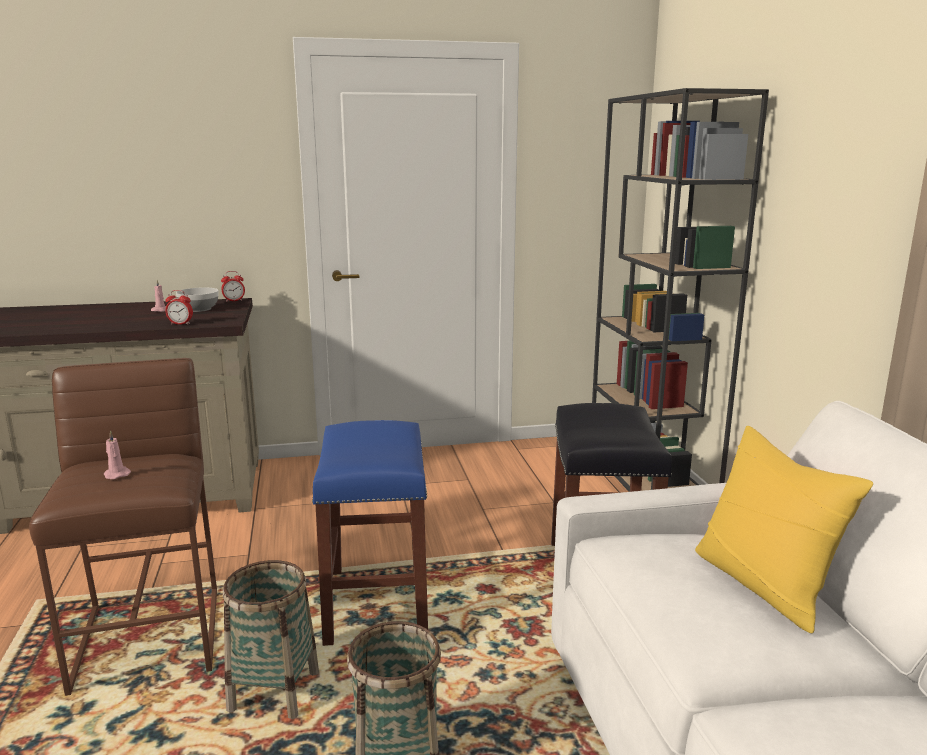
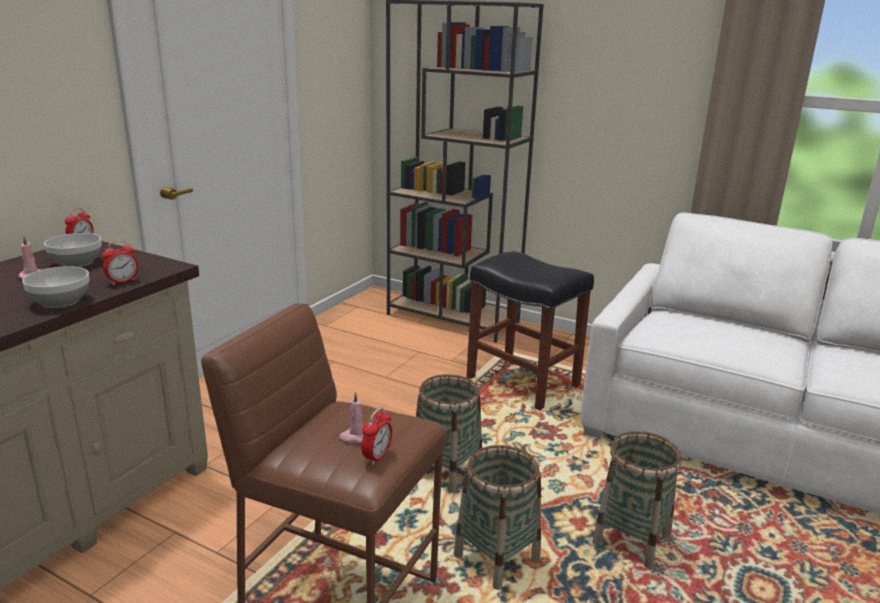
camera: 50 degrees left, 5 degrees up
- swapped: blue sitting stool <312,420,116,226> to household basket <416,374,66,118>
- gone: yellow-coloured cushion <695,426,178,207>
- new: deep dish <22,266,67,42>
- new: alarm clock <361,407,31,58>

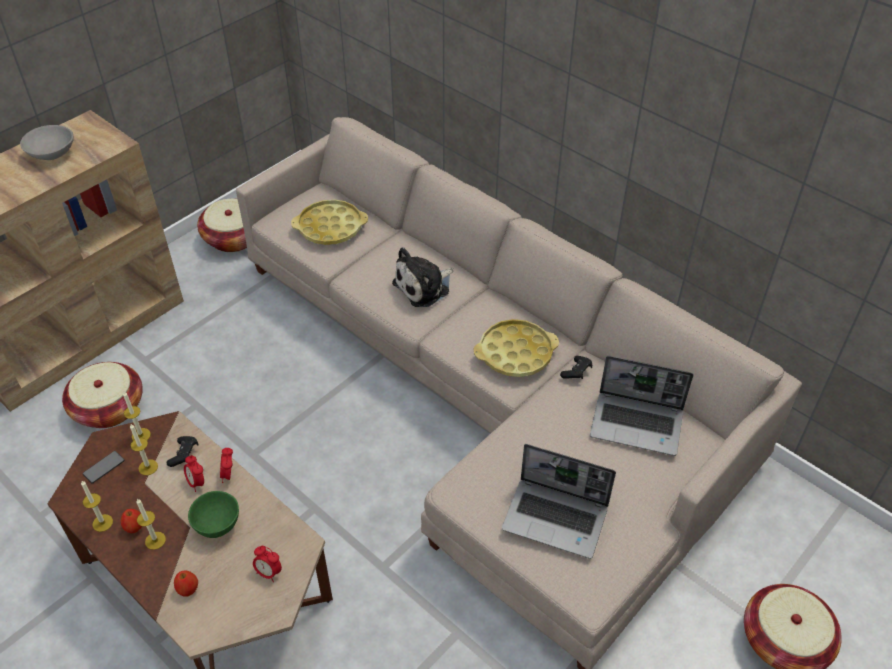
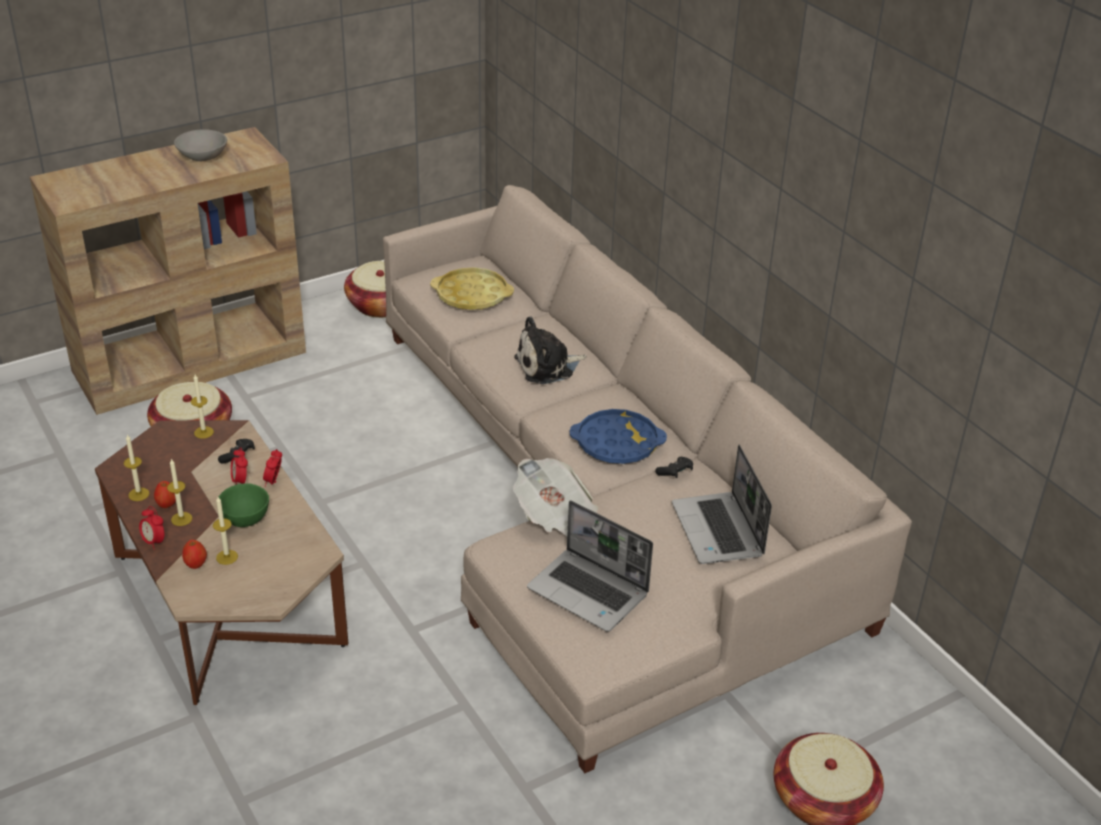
camera: 15 degrees right, 10 degrees down
- gone: handset <83,451,42,32>
- shifted: wax candle <130,424,28,51> to <213,497,25,68>
- shifted: alarm clock <253,546,29,36> to <139,506,25,44>
- repainted: yellow-coloured carrying tray <474,319,85,58> to blue carrying tray <570,409,97,55>
- rotated: portable computer <590,356,104,100> = <672,445,100,119> 45 degrees clockwise
- new: daily paper <513,458,85,78>

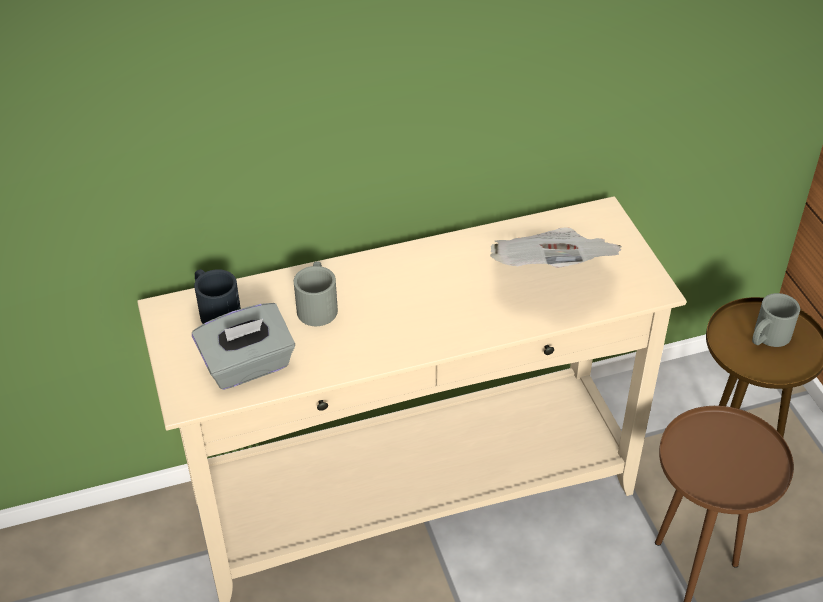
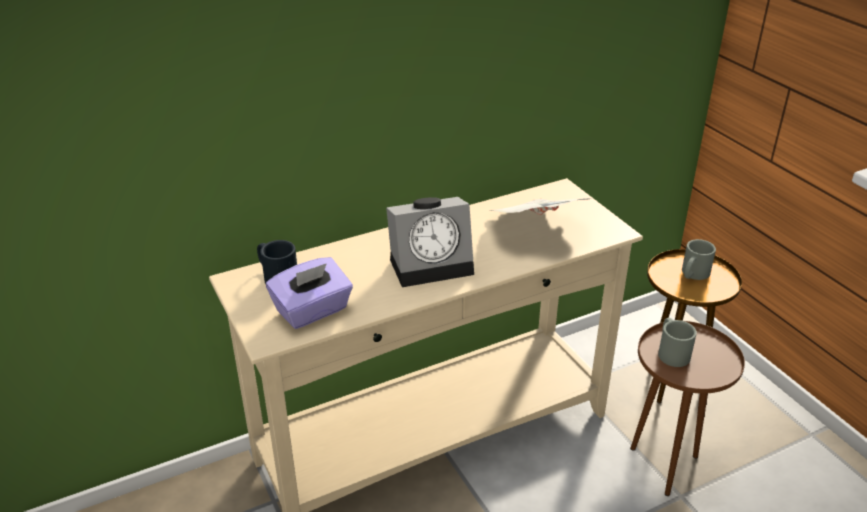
camera: 10 degrees left, 10 degrees down
- repainted: gray tissue holder <192,303,103,87> to purple tissue holder <266,257,87,72>
- shifted: gray tea mug <293,261,45,65> to <658,318,39,49>
- new: alarm clock <386,197,88,90>

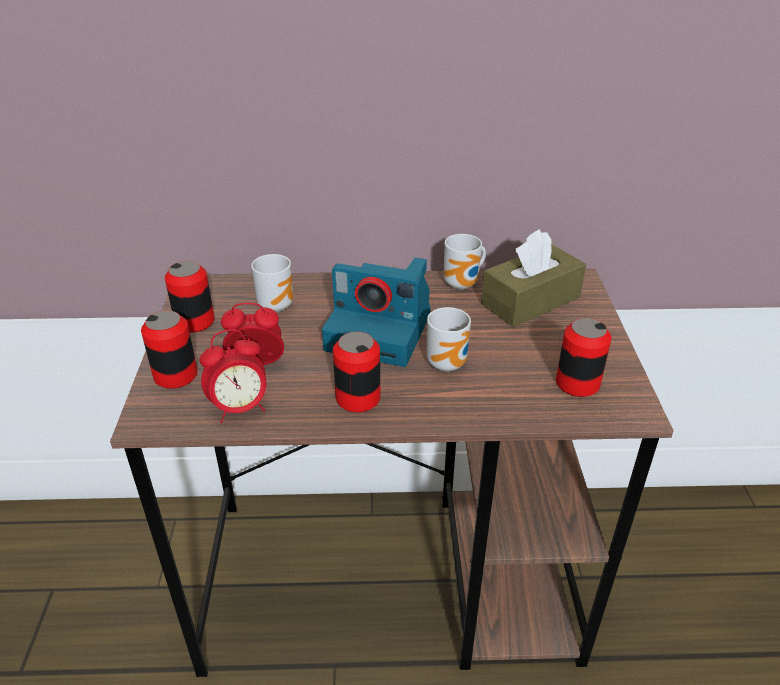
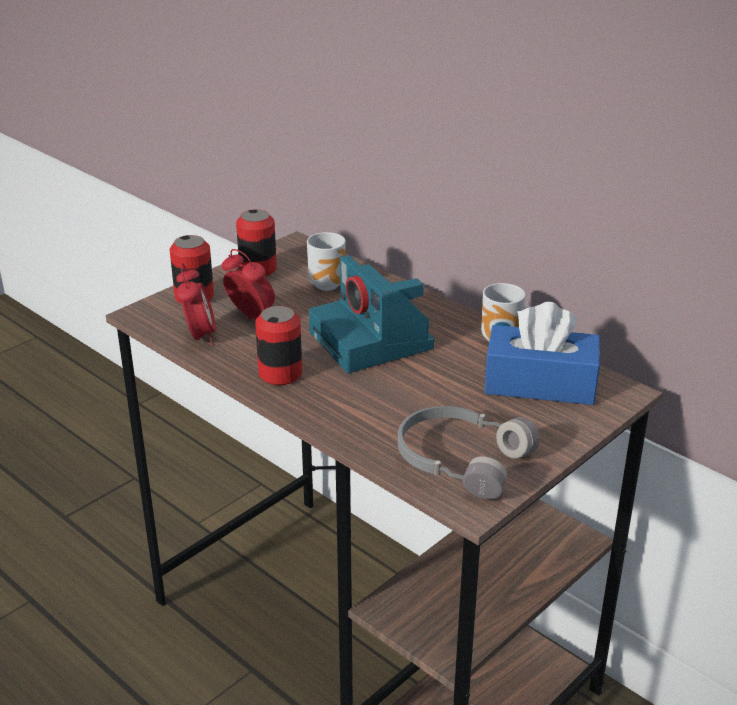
camera: 45 degrees right, 5 degrees down
- rotated: alarm clock <200,329,66,94> = <176,263,40,83> 120 degrees counterclockwise
- gone: tea mug <426,307,45,65>
- repainted: brown-coloured tissue holder <481,229,105,98> to blue tissue holder <485,302,115,103>
- swapped: can <556,318,55,79> to gray headset <398,406,142,94>

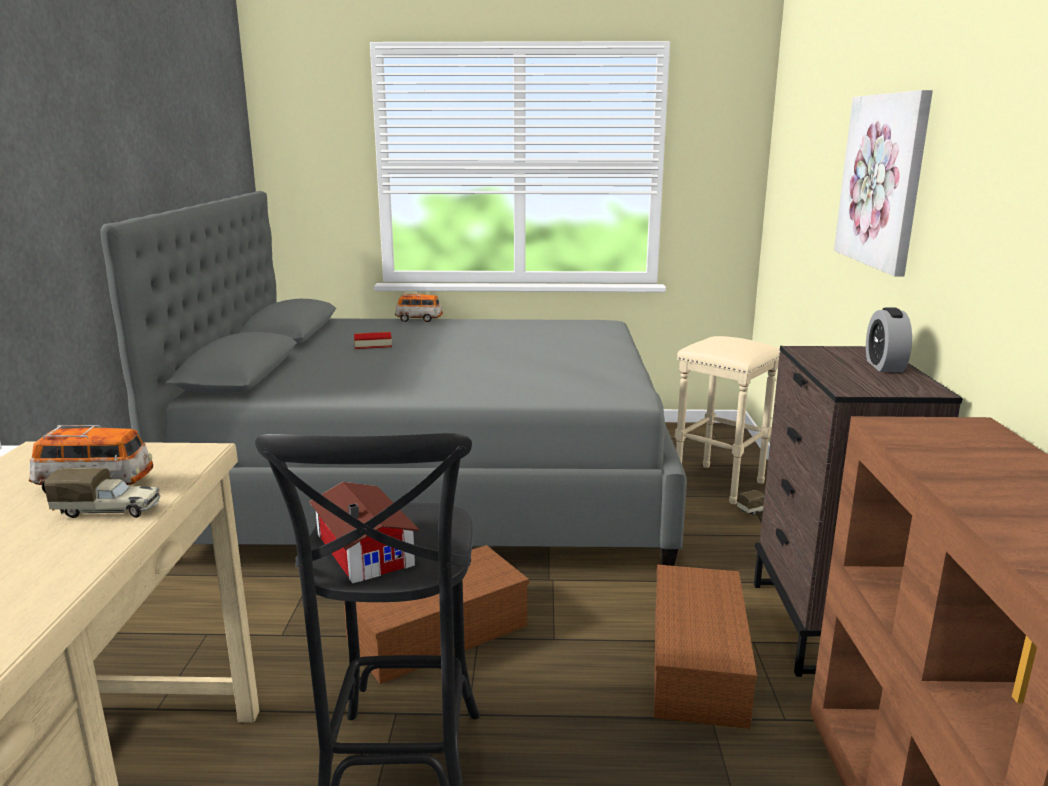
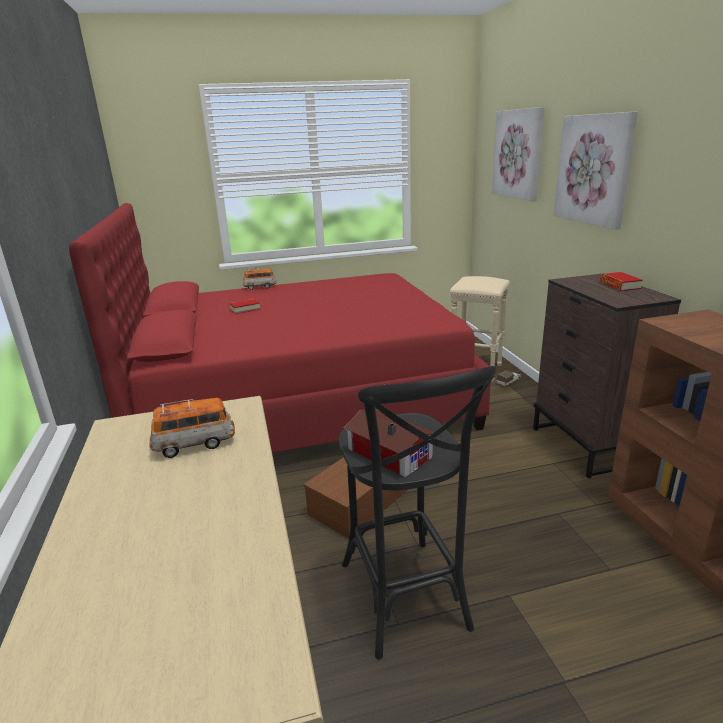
camera: 15 degrees left, 5 degrees up
- gone: model truck <44,468,117,50>
- repainted: gray sleeping bed <100,191,587,375> to red sleeping bed <69,203,422,250>
- gone: brown-coloured storage box <654,565,103,164>
- swapped: alarm clock <866,307,46,65> to book <600,272,43,19>
- new: wall picture <492,107,53,95>

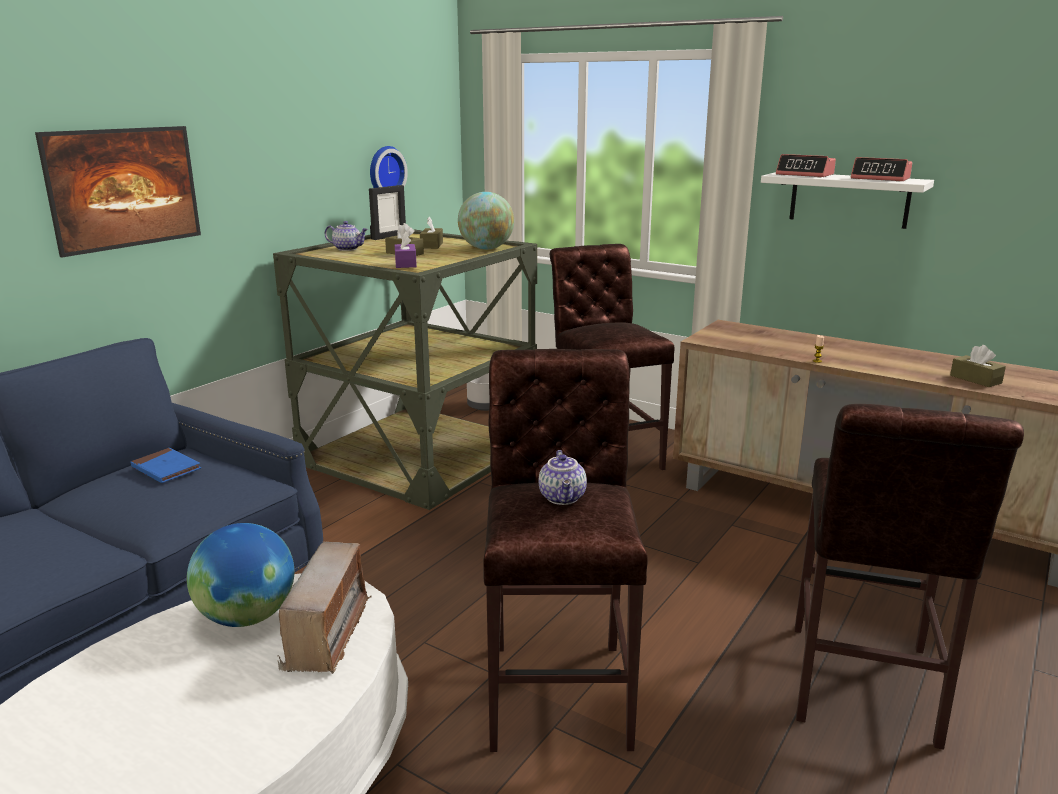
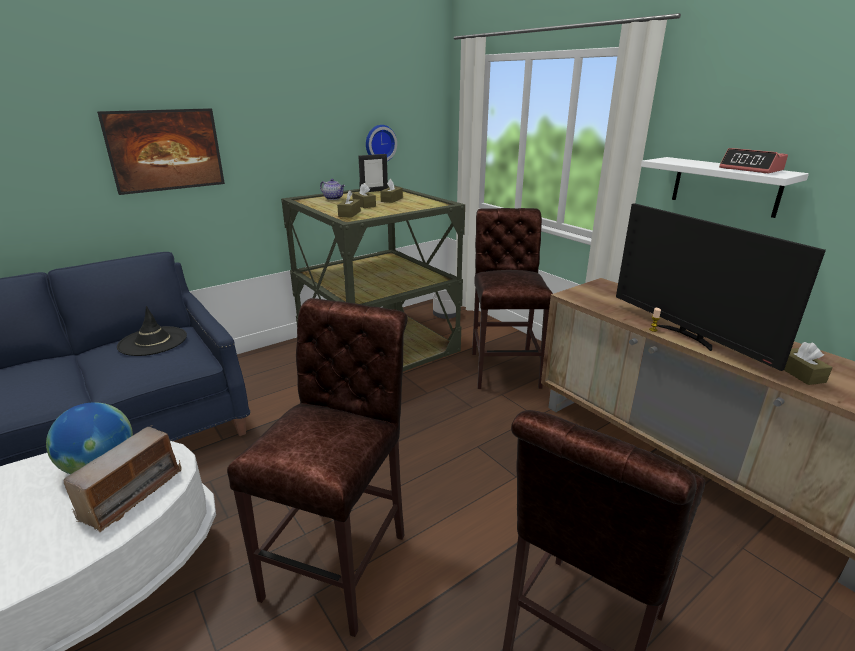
camera: 20 degrees right, 5 degrees up
- swapped: blue book <131,448,70,35> to black-coloured wearable hat <117,306,70,50>
- repainted: purple tissue holder <395,231,22,37> to brown-coloured tissue holder <337,190,24,28>
- gone: world globe <458,192,56,57>
- gone: tea pot <539,450,48,55>
- gone: alarm clock <776,154,60,23>
- new: television <616,203,210,168>

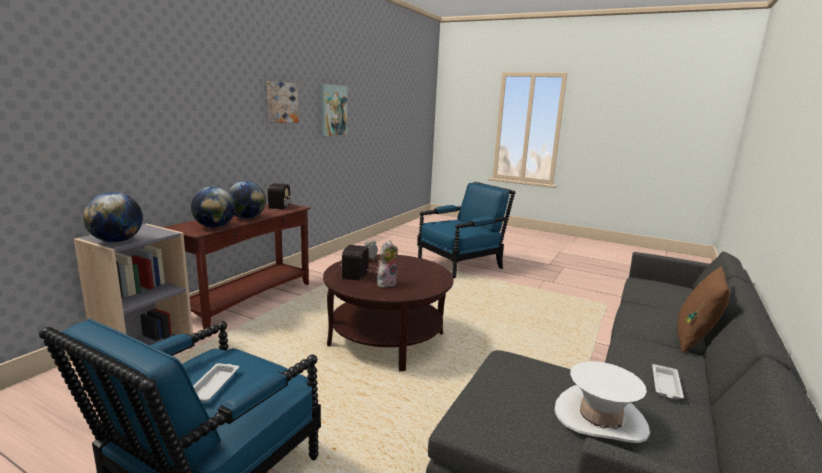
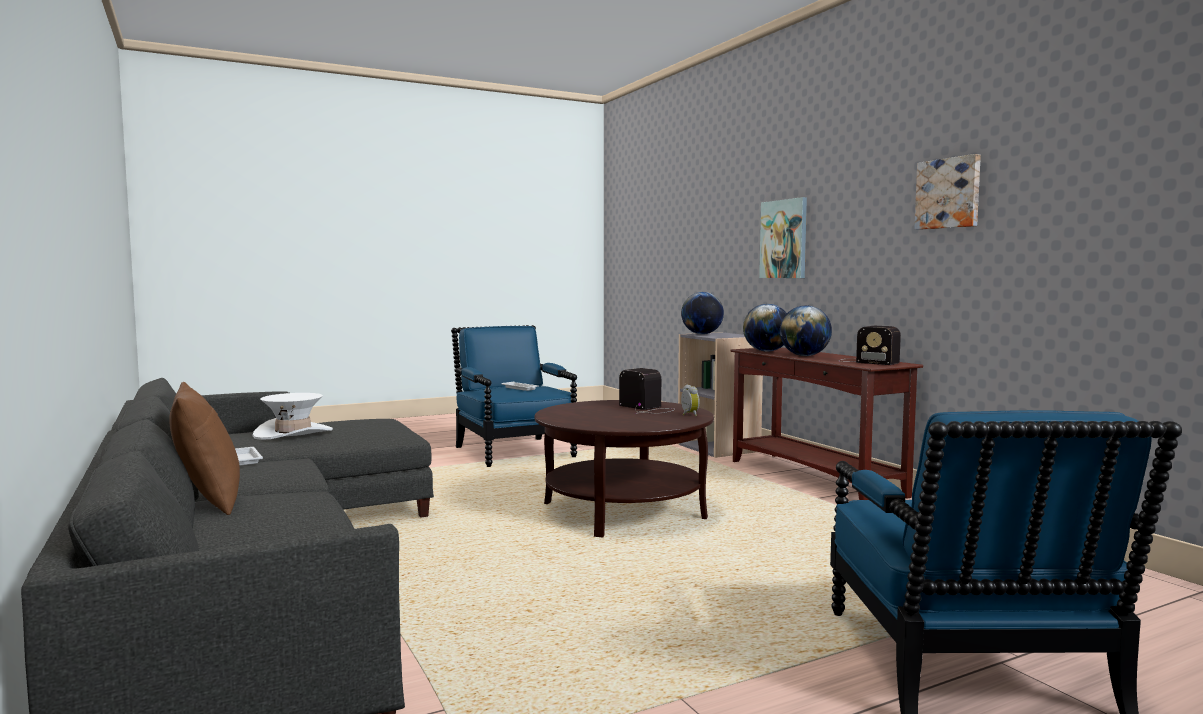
camera: 125 degrees right, 10 degrees down
- shifted: wall picture <320,84,27,52> to <759,197,48,81>
- gone: soft toy <377,240,21,48>

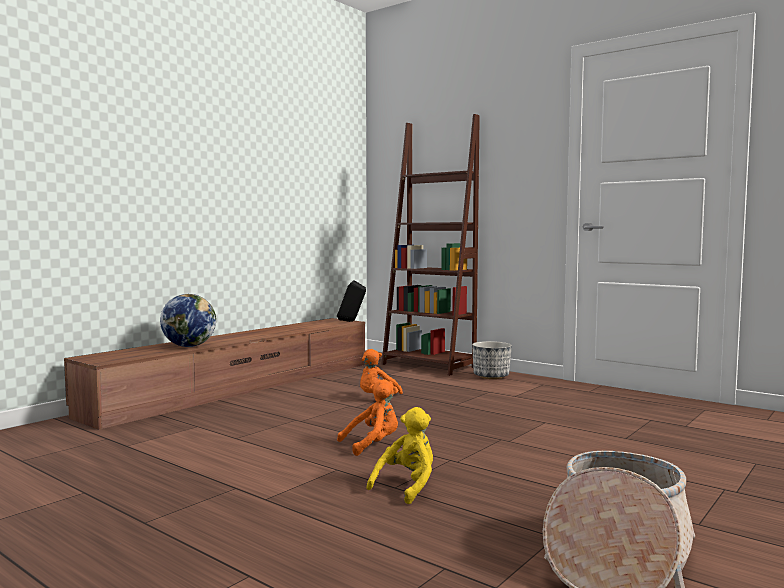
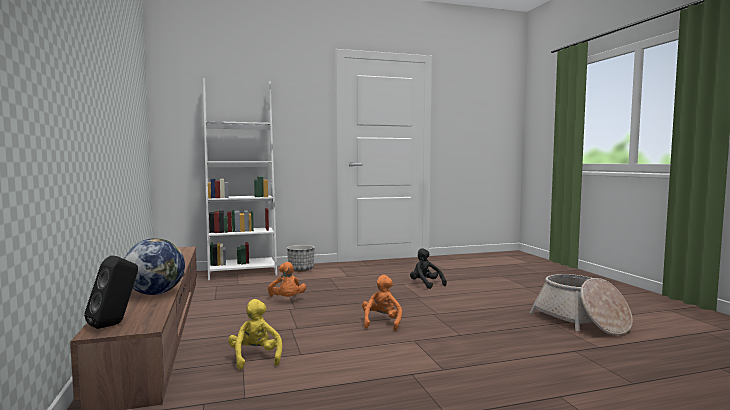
camera: 55 degrees left, 0 degrees up
- shifted: black-coloured speaker <337,280,29,42> to <84,256,54,73>
- shifted: yellow-coloured soft toy <367,407,66,97> to <228,299,54,70>
- repainted: brown-coloured shelving unit <381,114,99,262> to white-coloured shelving unit <203,78,74,202>
- new: black-coloured soft toy <410,248,37,41>

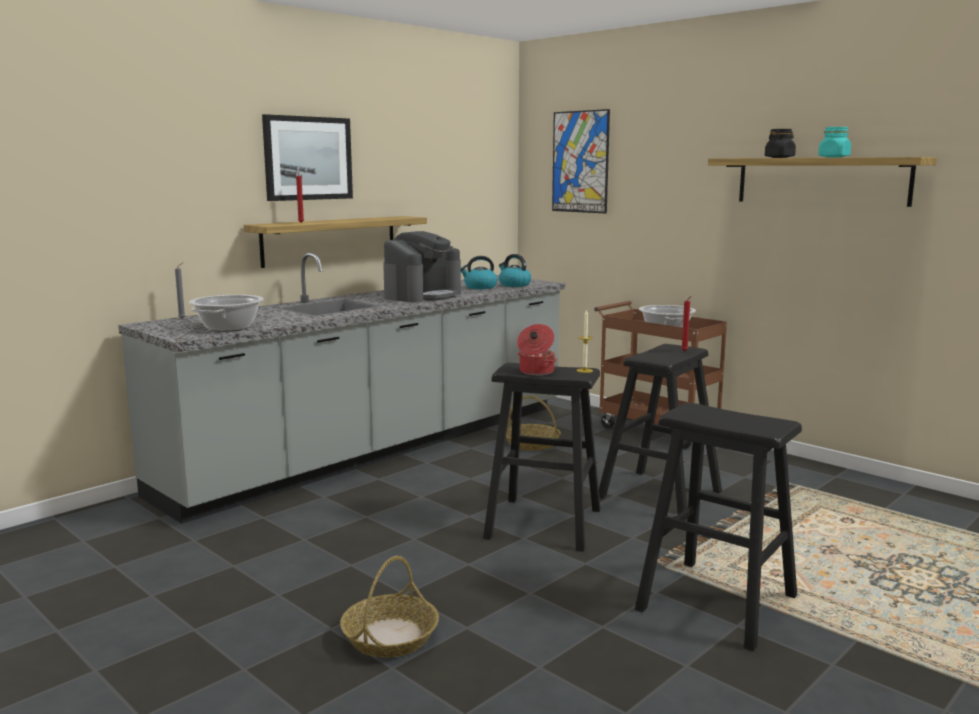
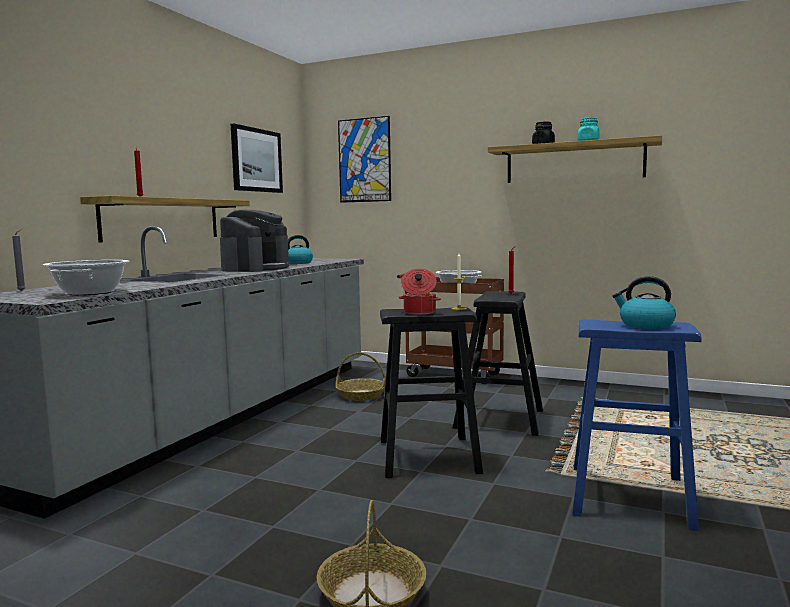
camera: 20 degrees left, 5 degrees down
- shifted: wall picture <262,114,91,87> to <231,124,52,69>
- shifted: tea kettle <499,254,32,33> to <612,276,64,53>
- repainted: black-coloured sitting stool <635,402,167,249> to blue sitting stool <572,319,129,212>

